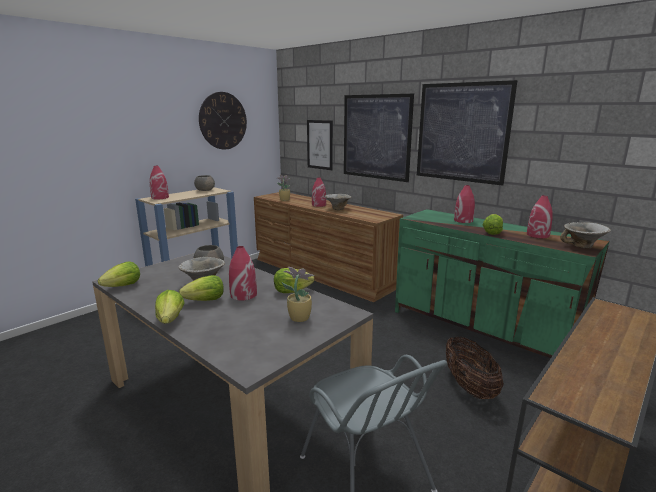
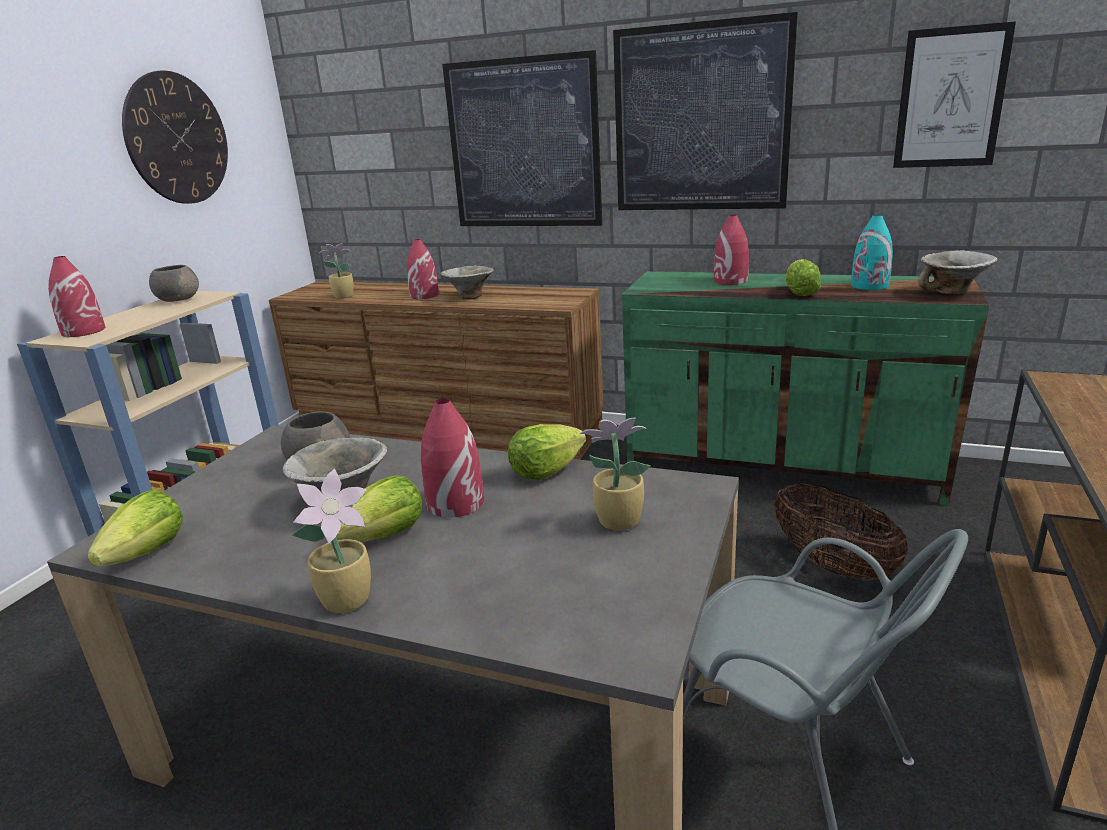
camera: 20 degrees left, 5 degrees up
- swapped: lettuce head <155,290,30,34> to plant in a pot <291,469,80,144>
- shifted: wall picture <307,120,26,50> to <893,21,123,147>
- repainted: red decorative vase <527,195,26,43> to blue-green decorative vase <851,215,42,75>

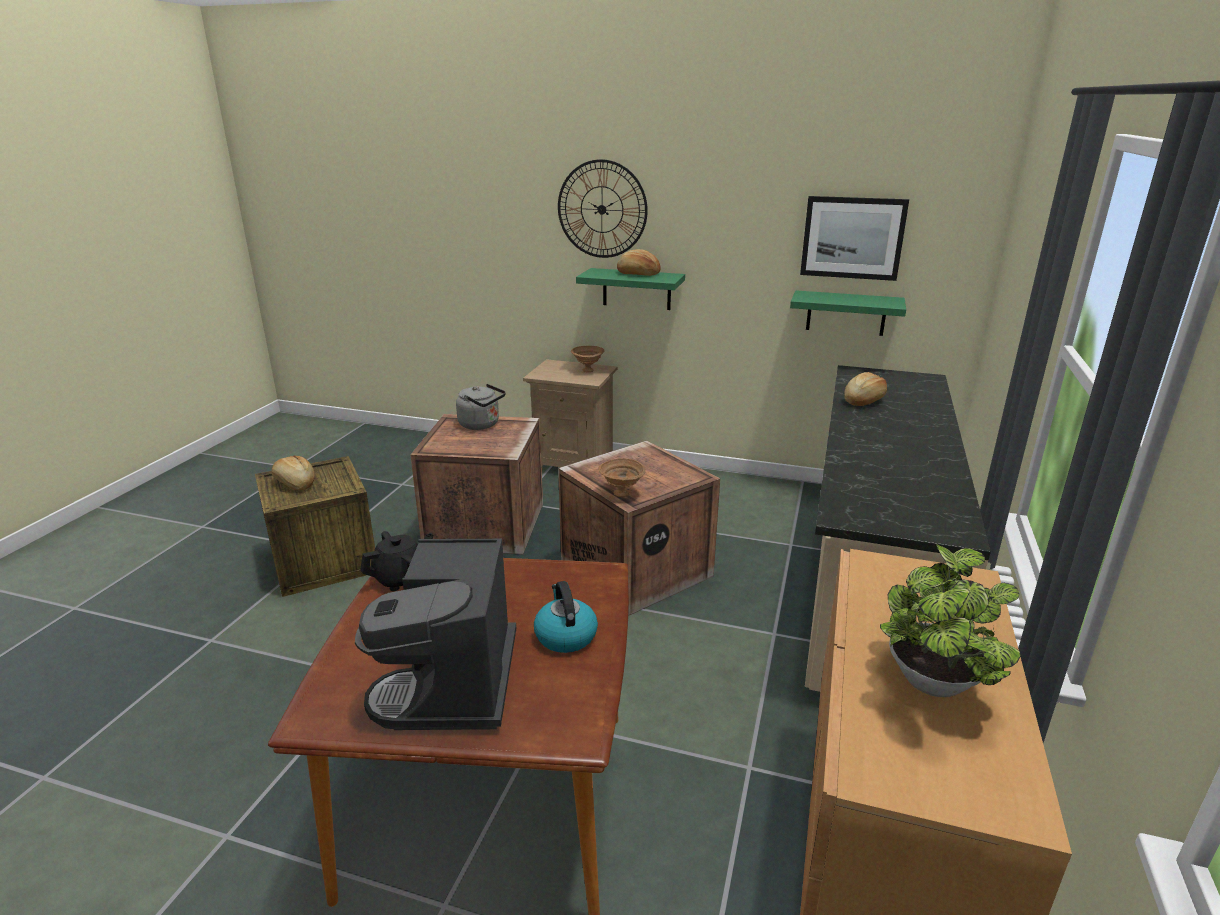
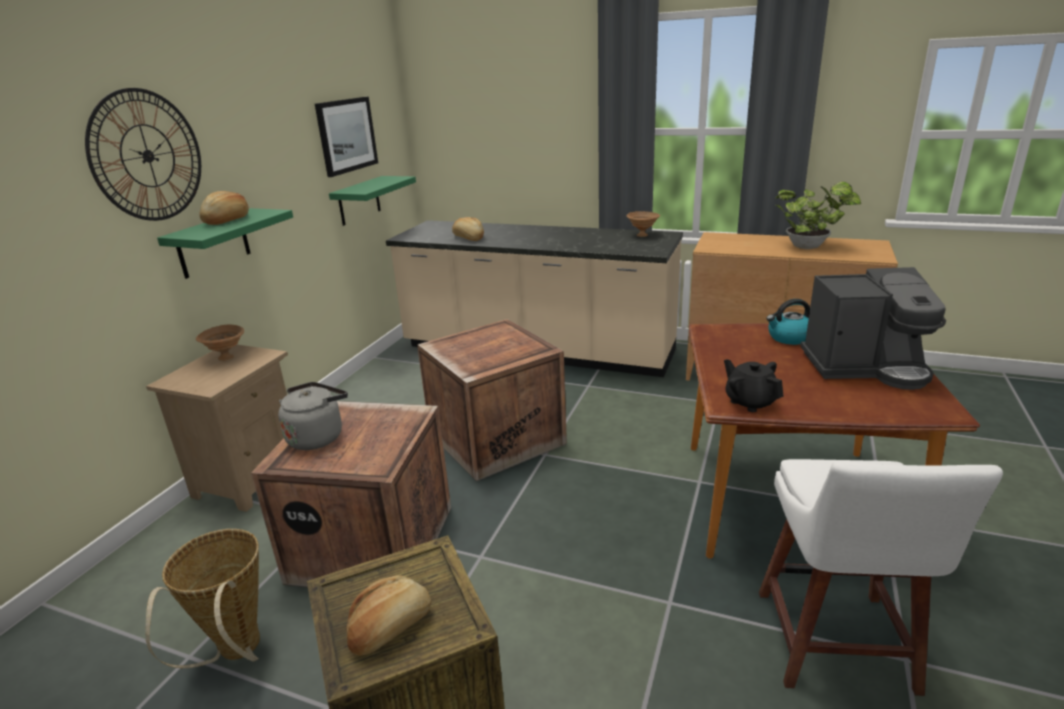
camera: 85 degrees left, 0 degrees up
- shifted: brown-coloured deep dish <598,458,48,39> to <627,211,33,26>
- new: household basket <146,529,114,139>
- new: white-coloured sitting stool <759,459,244,237>

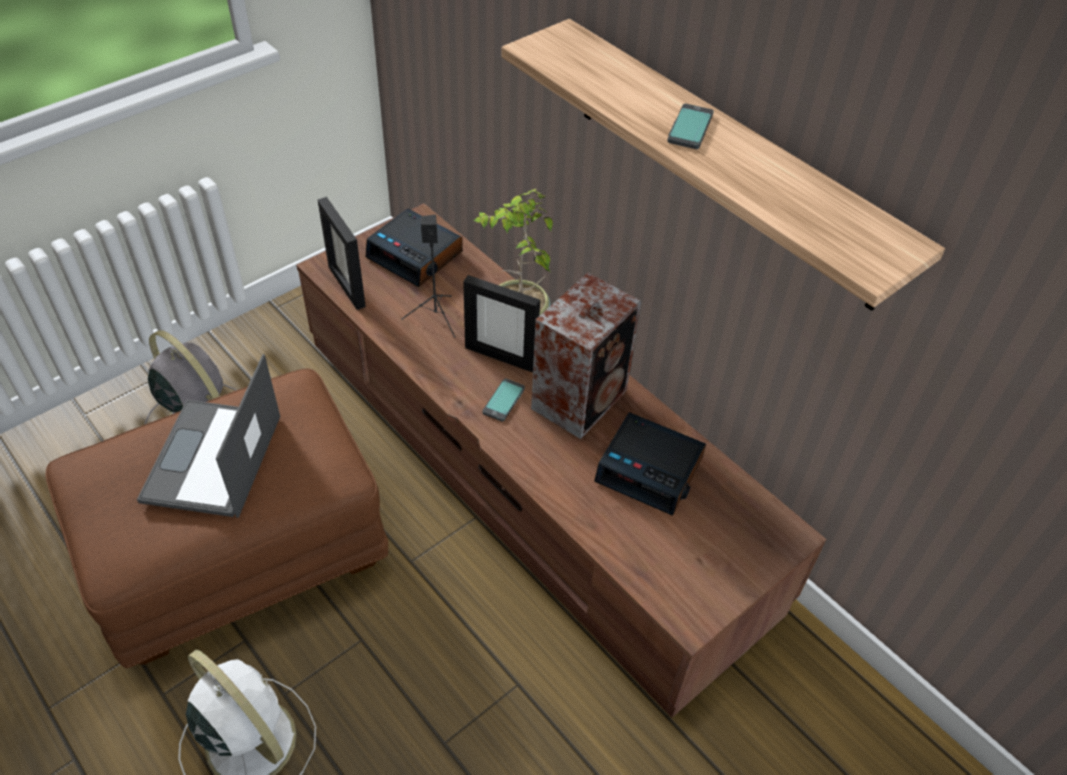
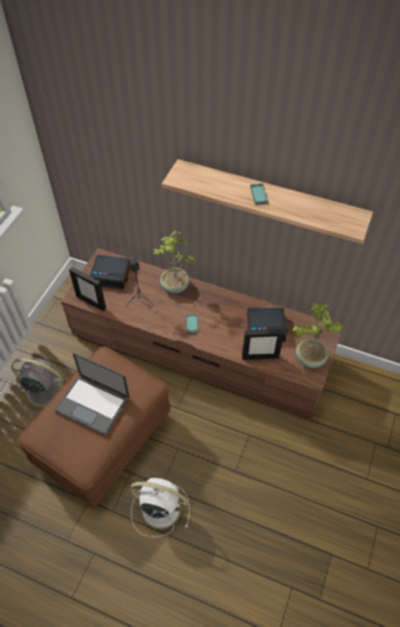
camera: 25 degrees left, 5 degrees up
- rotated: portable computer <137,354,143,164> = <54,353,76,83> 45 degrees counterclockwise
- shifted: standing frame <463,275,77,97> to <242,329,42,31>
- gone: speaker <531,272,110,167>
- new: plant in a pot <292,303,51,65>

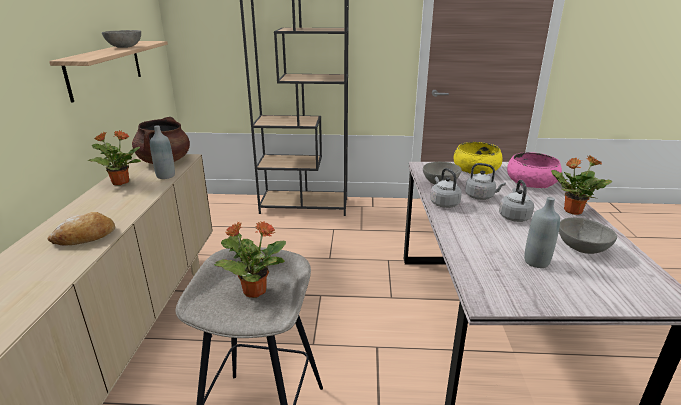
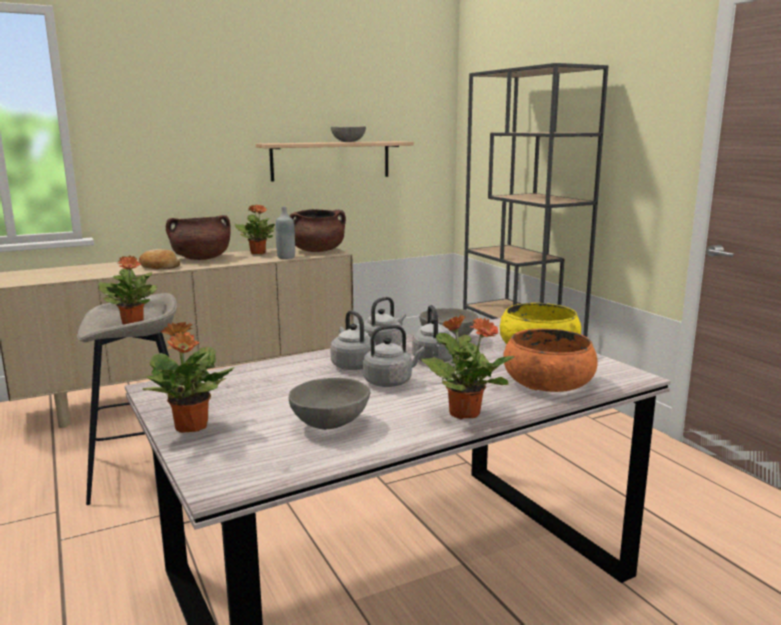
camera: 60 degrees right, 10 degrees down
- repainted: pinkish deep dish <507,152,55,36> to orange deep dish <504,328,94,64>
- gone: gray drink bottle <524,197,36,71>
- new: plant in a pot <143,322,91,111>
- new: brown-coloured saucepot <166,215,65,45>
- new: gray tea kettle <330,310,46,60>

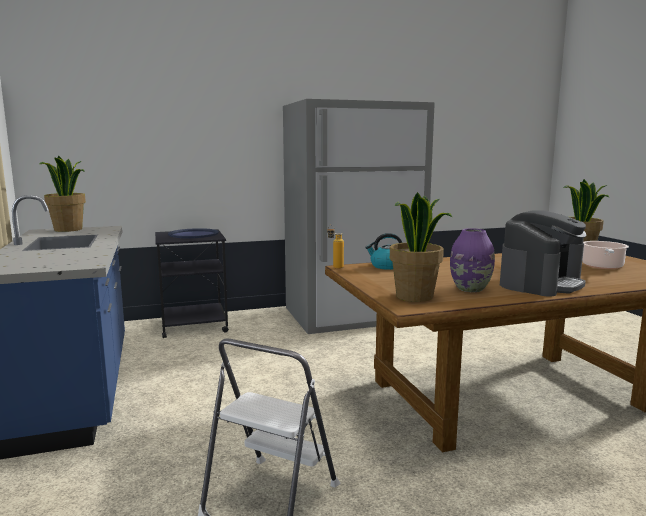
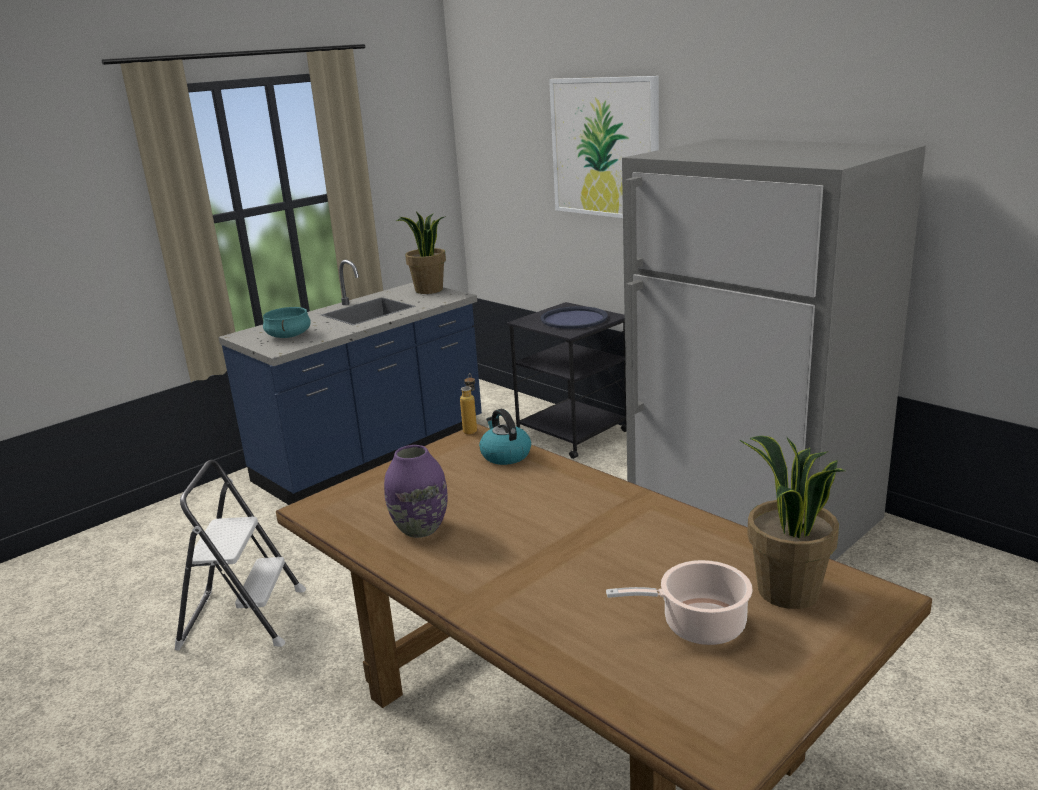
camera: 65 degrees right, 10 degrees up
- gone: plant in a pot <390,192,62,110>
- gone: coffee maker <500,211,86,86>
- new: blue-green saucepot <263,307,48,31>
- new: wall picture <549,76,110,142>

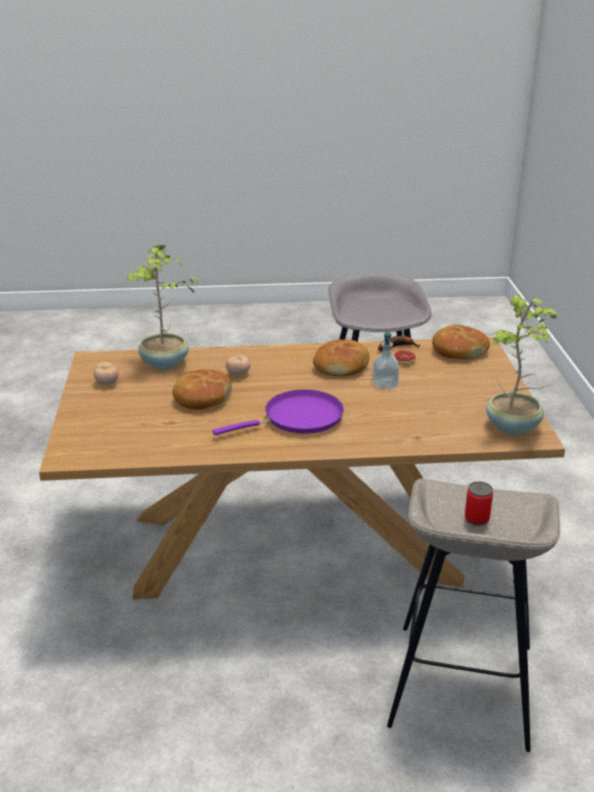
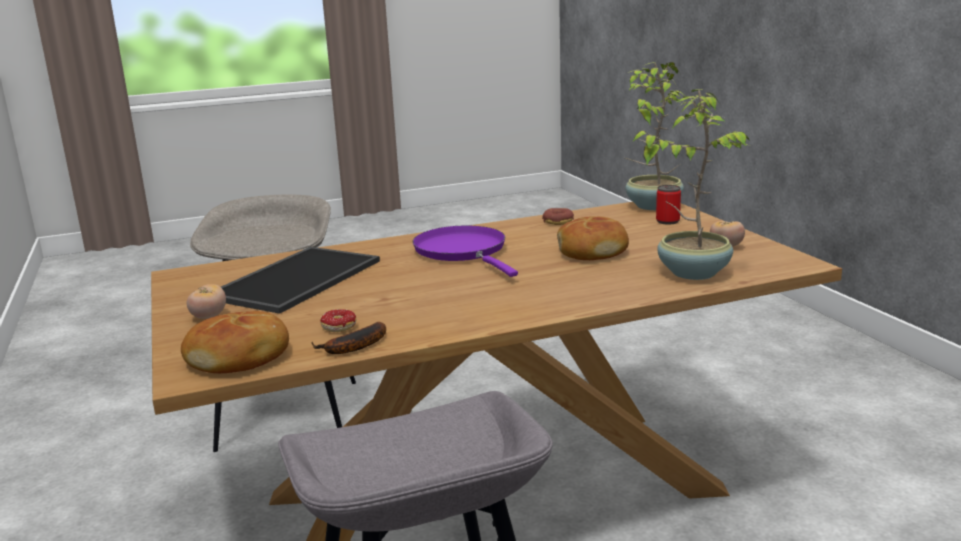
camera: 165 degrees right, 10 degrees down
- rotated: purple frying pan <212,389,132,47> = <412,226,106,51> 105 degrees clockwise
- shifted: tomato <226,355,24,21> to <187,284,39,35>
- gone: bread <313,339,56,37>
- gone: soap dispenser <372,332,27,57>
- shifted: can <465,482,28,44> to <656,185,25,40>
- shifted: plant in a pot <486,295,74,140> to <625,62,60,148>
- new: carrying tray <221,247,159,67>
- new: ring doughnut <542,208,32,17>

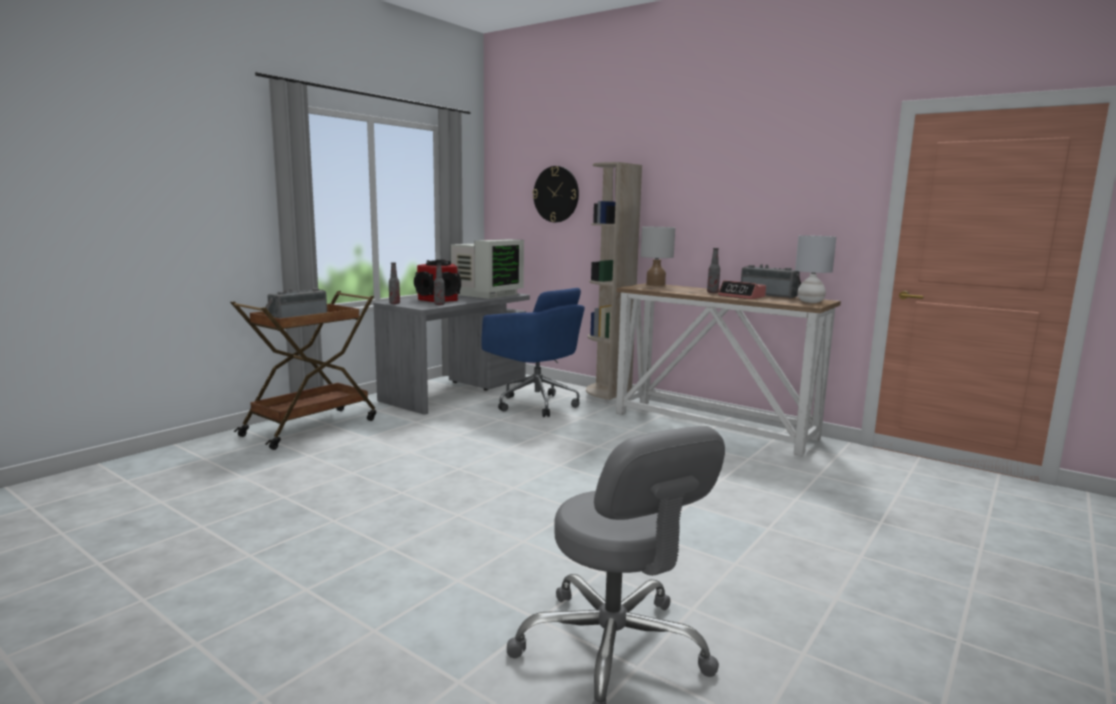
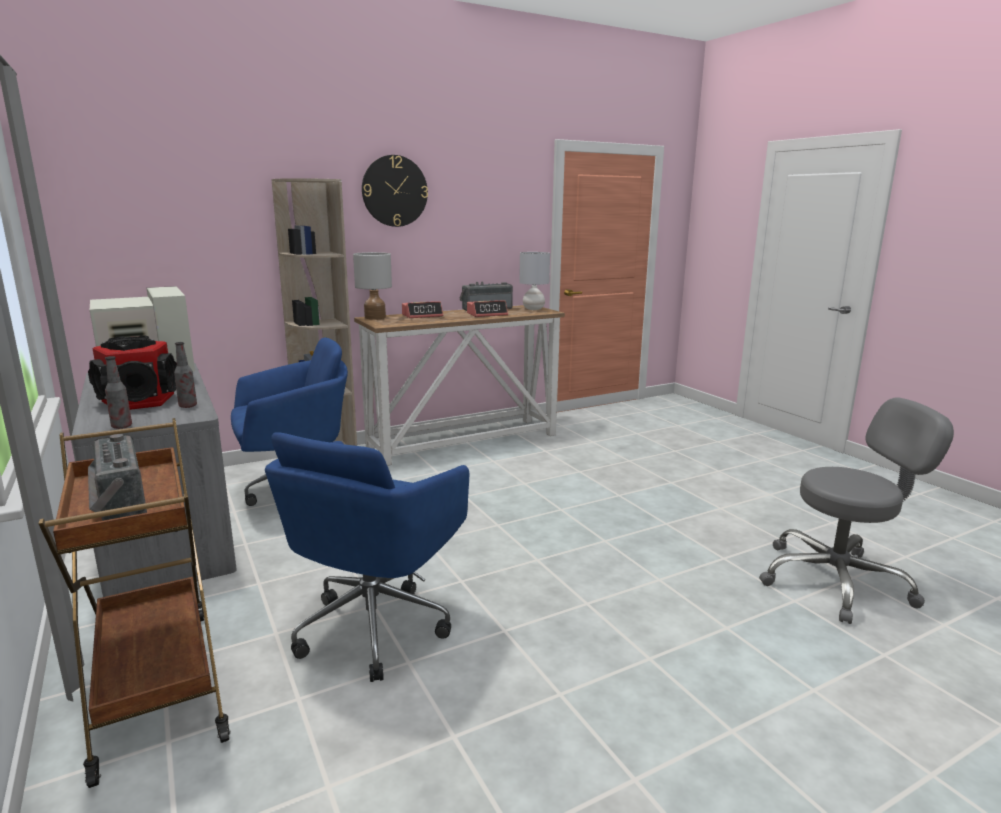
camera: 65 degrees left, 5 degrees up
- shifted: wall clock <533,166,46,56> to <362,155,66,72>
- gone: drink bottle <707,248,13,45>
- new: blue computer chair <265,432,204,250>
- new: alarm clock <402,301,41,17>

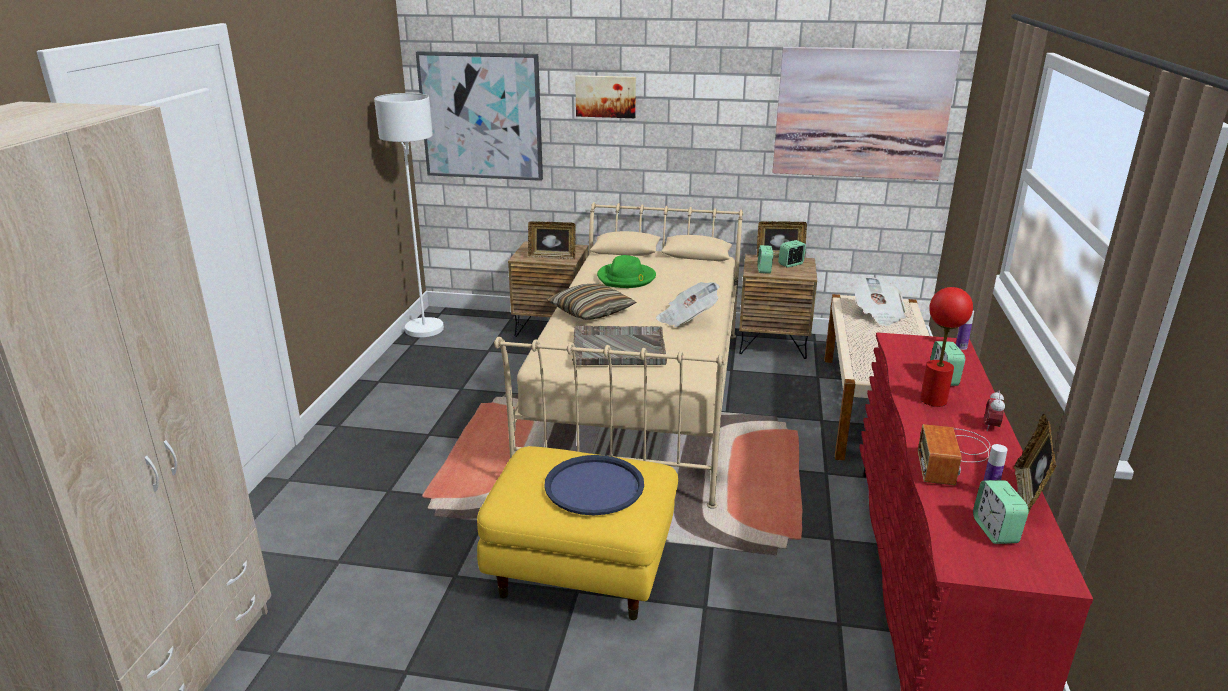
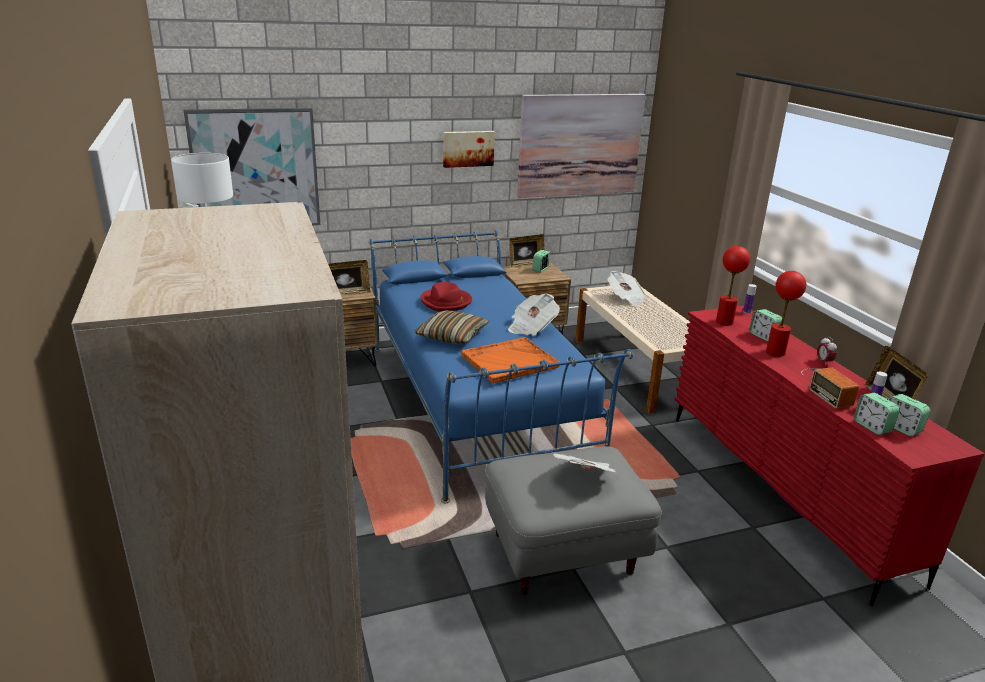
camera: 30 degrees left, 0 degrees up
- repainted: yellow-coloured ottoman <477,446,201,174> to gray ottoman <485,446,177,149>
- repainted: beige sleeping bed <494,202,249,307> to blue sleeping bed <369,230,264,273>
- swapped: blue carrying tray <544,455,100,60> to daily paper <553,453,64,20>
- repainted: gray carrying tray <572,326,95,39> to orange carrying tray <462,337,98,47>
- shifted: wall picture <575,75,61,43> to <443,131,52,37>
- repainted: green-coloured wearable hat <597,255,59,33> to red wearable hat <421,282,51,29>
- shifted: alarm clock <757,245,16,29> to <854,393,46,42>
- new: red lamp for a table <716,246,34,80>

